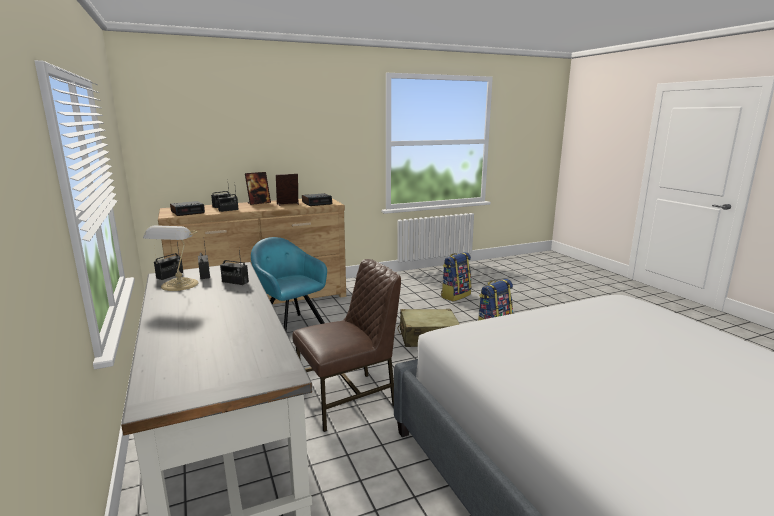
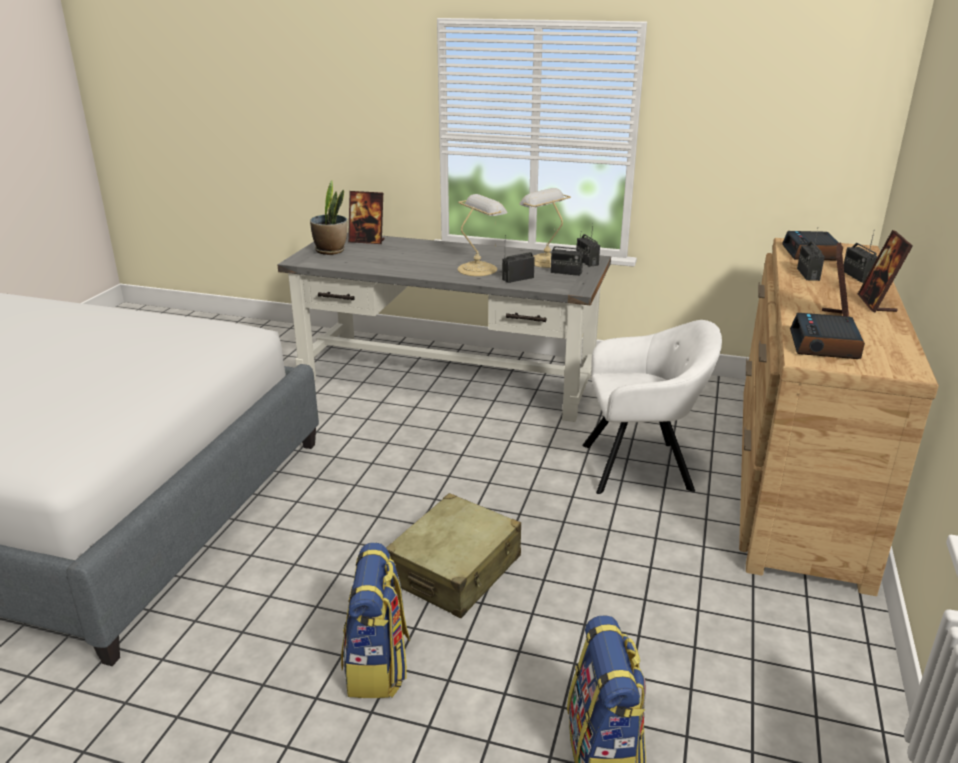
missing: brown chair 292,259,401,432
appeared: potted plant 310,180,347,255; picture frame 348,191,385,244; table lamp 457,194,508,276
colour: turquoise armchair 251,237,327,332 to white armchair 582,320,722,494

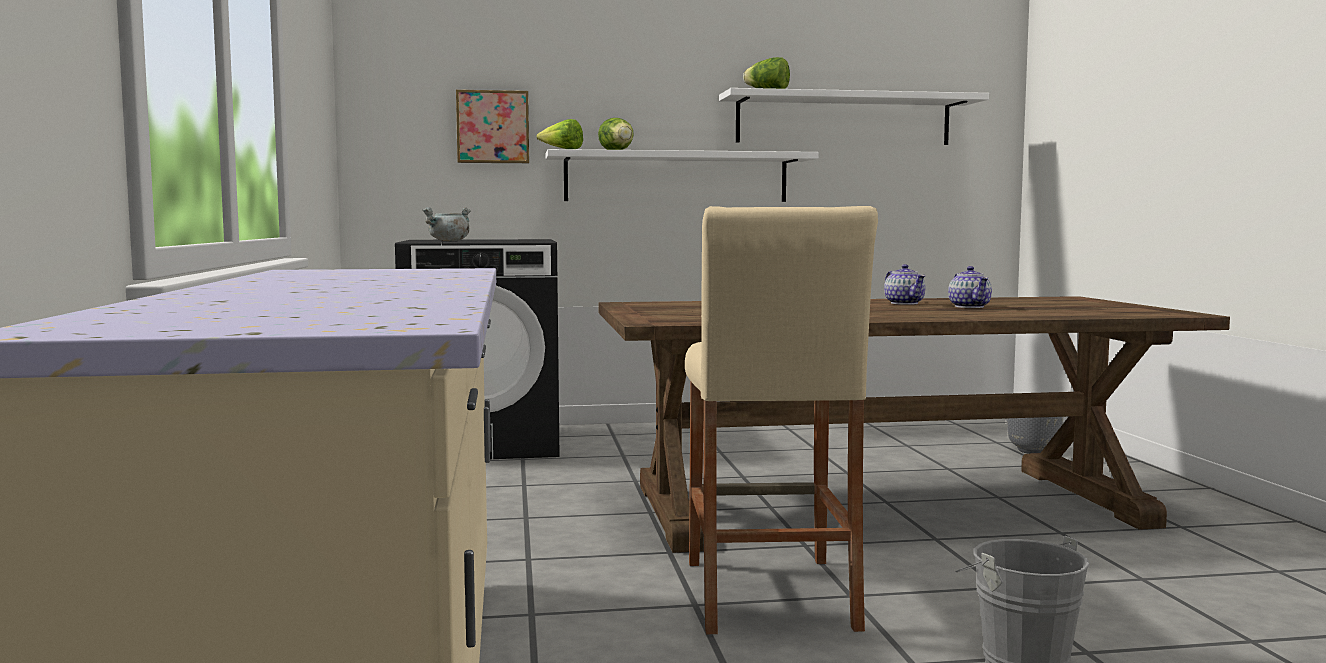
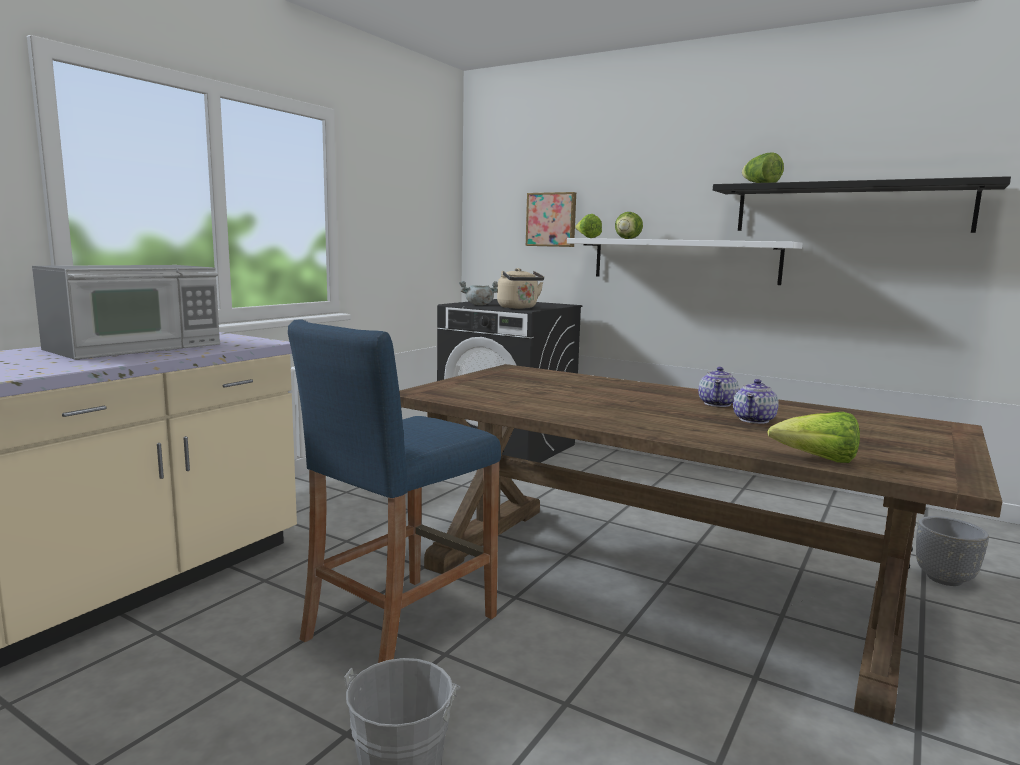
appeared: microwave 32,265,220,360; beige kettle 497,268,544,309; lettuce 767,412,860,463
colour: beige stool 685,206,878,634 to blue stool 288,319,501,663; white shelf 719,88,989,145 to black shelf 713,176,1011,233

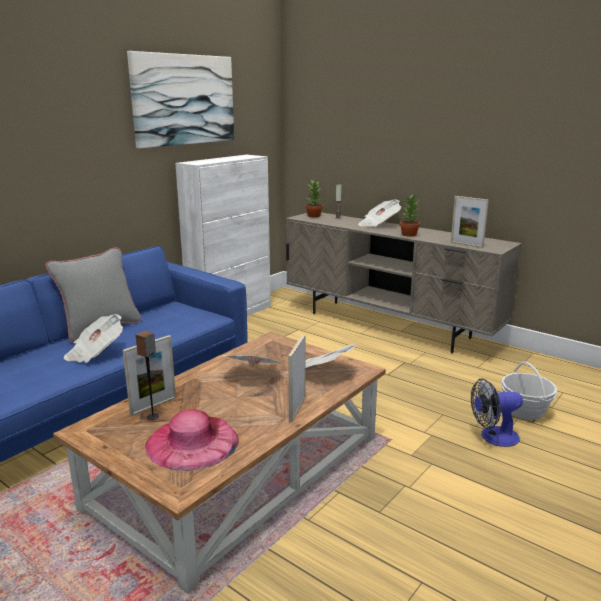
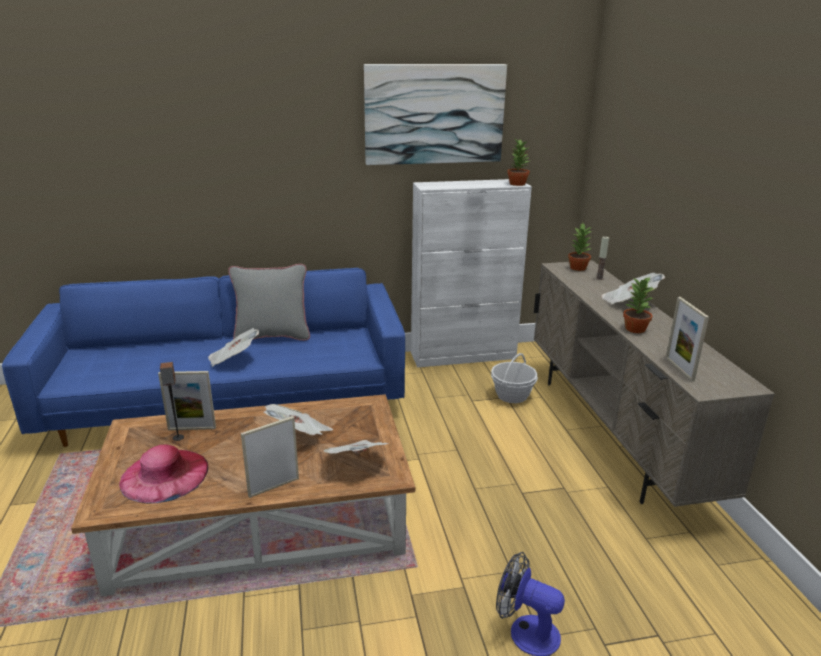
appeared: potted plant 507,138,530,186
relocated: basket 501,362,557,420 to 491,353,538,403

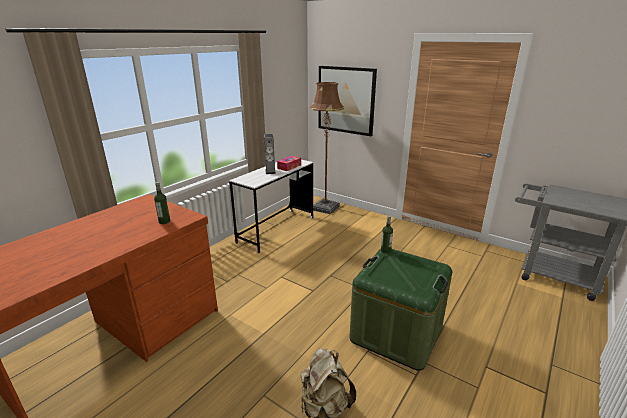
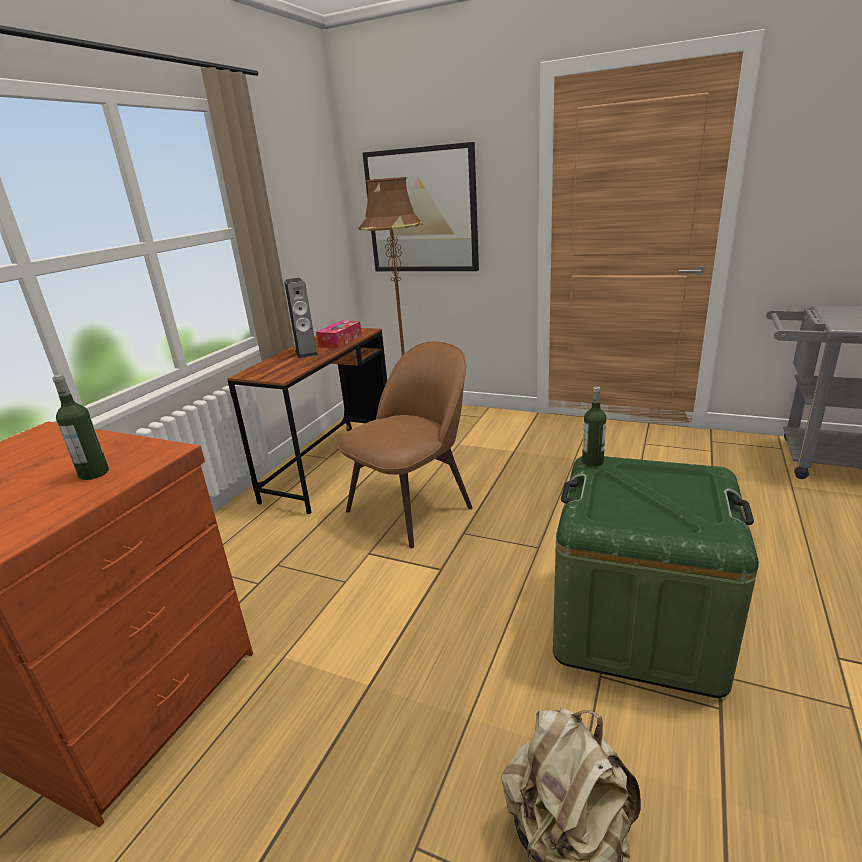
appeared: brown chair 338,341,473,548
colour: white desk 229,160,314,253 to brown desk 227,328,387,514

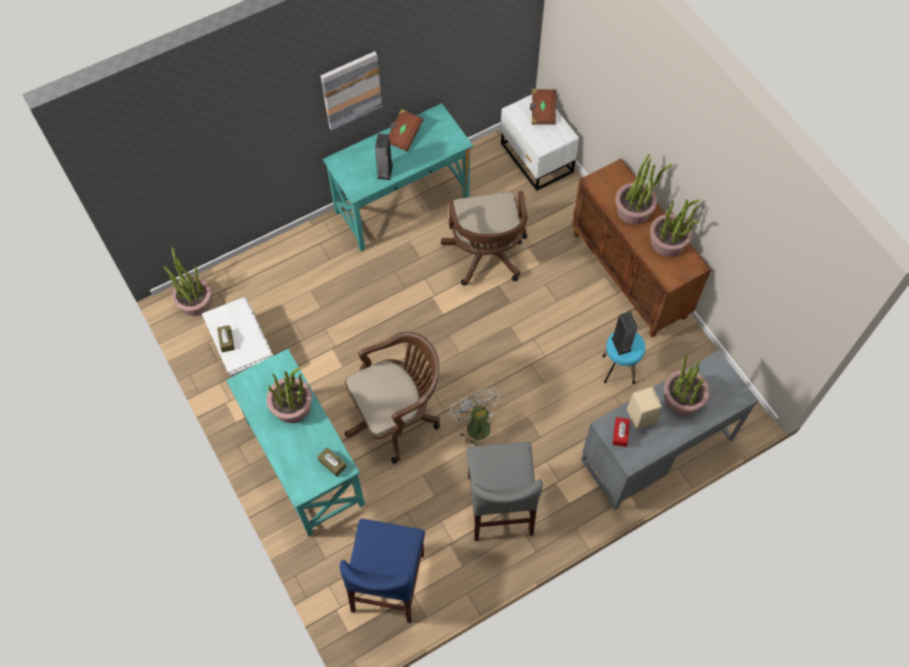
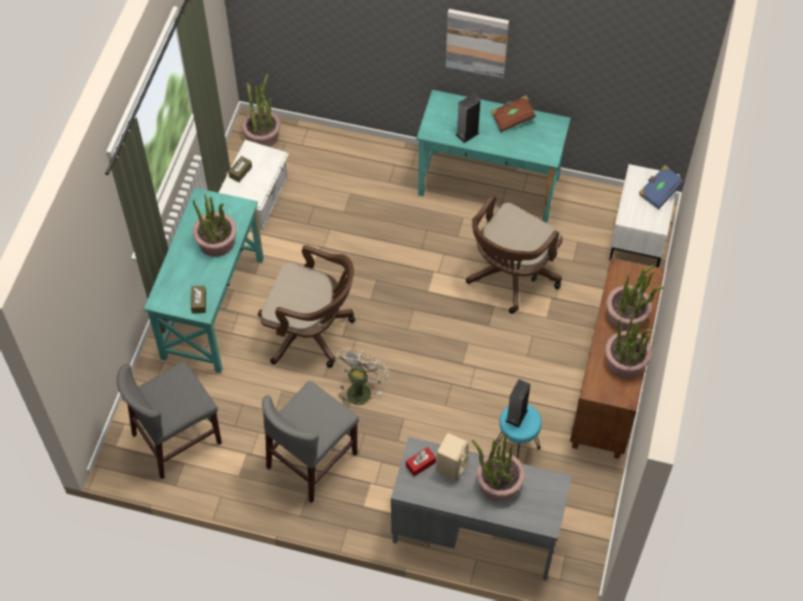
colour: blue chair 340,519,425,623 to grey chair 117,361,222,479; brown book 530,89,556,125 to blue book 638,165,685,209

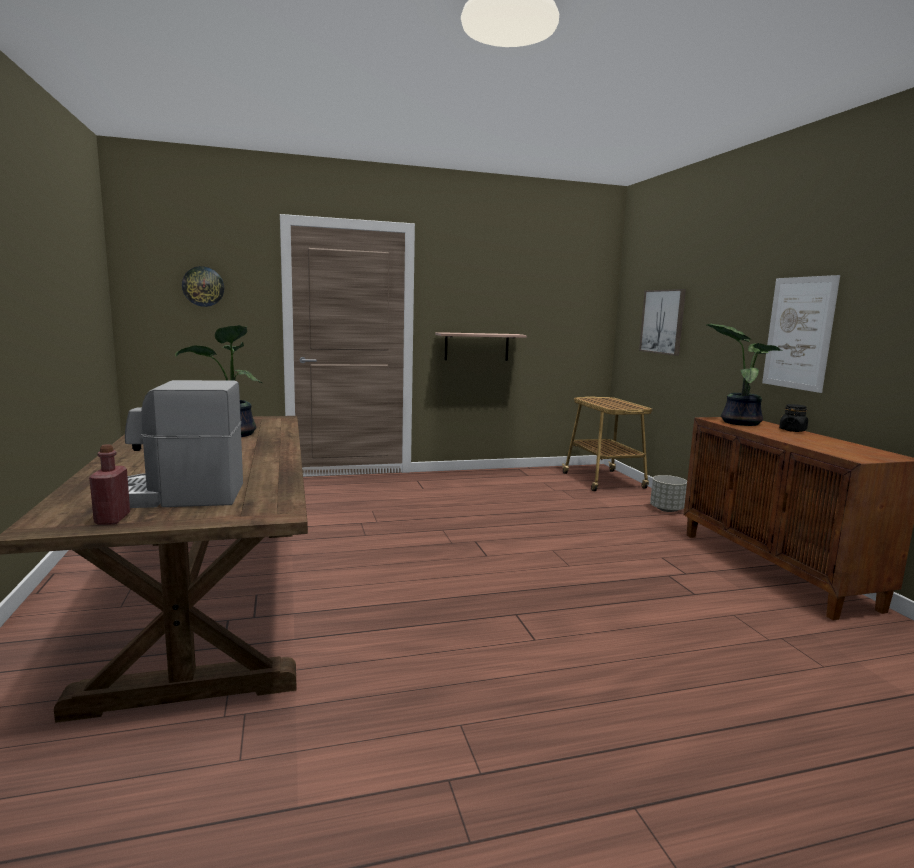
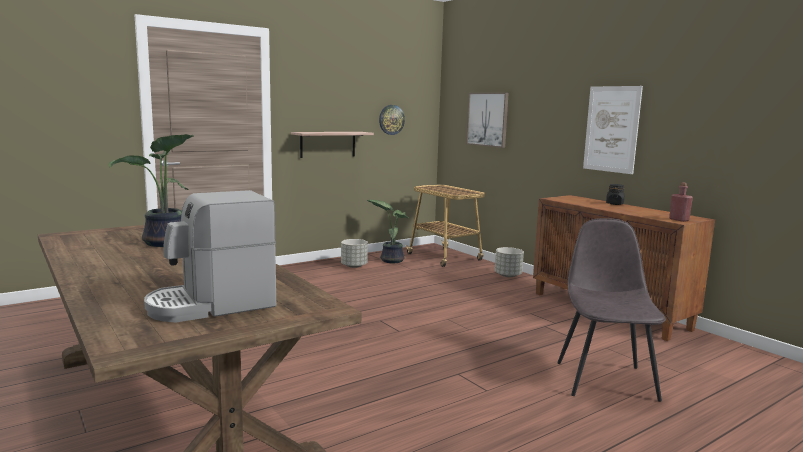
appeared: grey planter 341,239,368,268; grey chair 557,218,666,402
relocated: red bottle 89,444,130,525 to 669,183,693,222; wall clock 182,266,224,307 to 379,105,405,135; potted plant 706,324,781,426 to 367,200,409,263

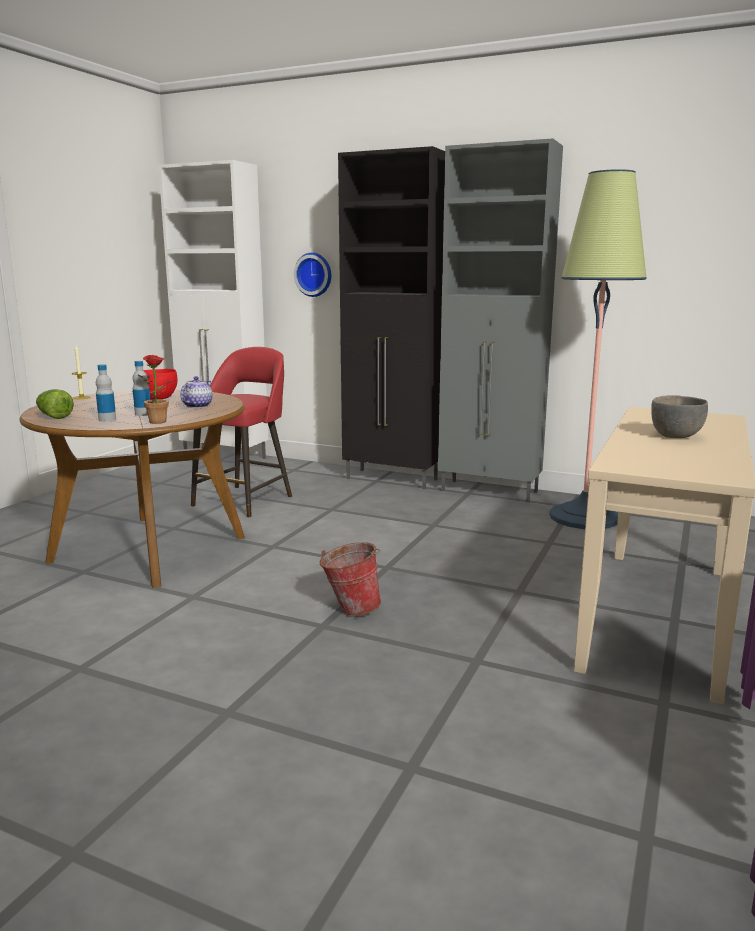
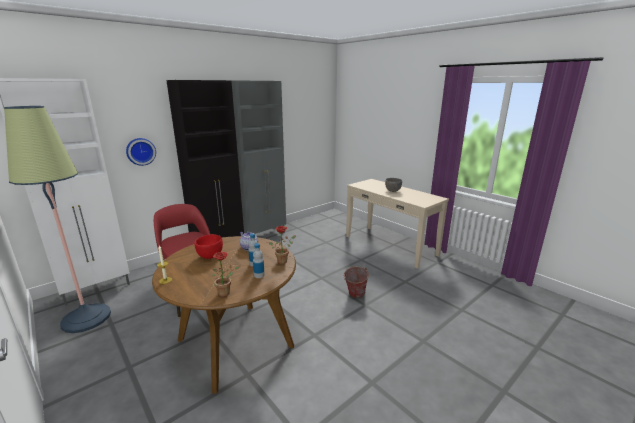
relocated: floor lamp 549,169,647,529 to 4,106,111,333
exchanged: lettuce 36,389,74,419 to potted plant 212,252,240,297

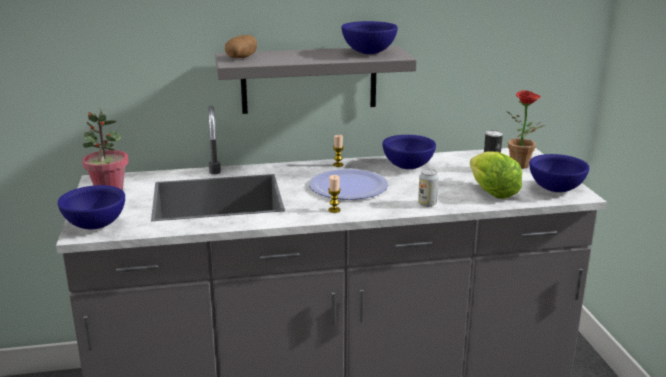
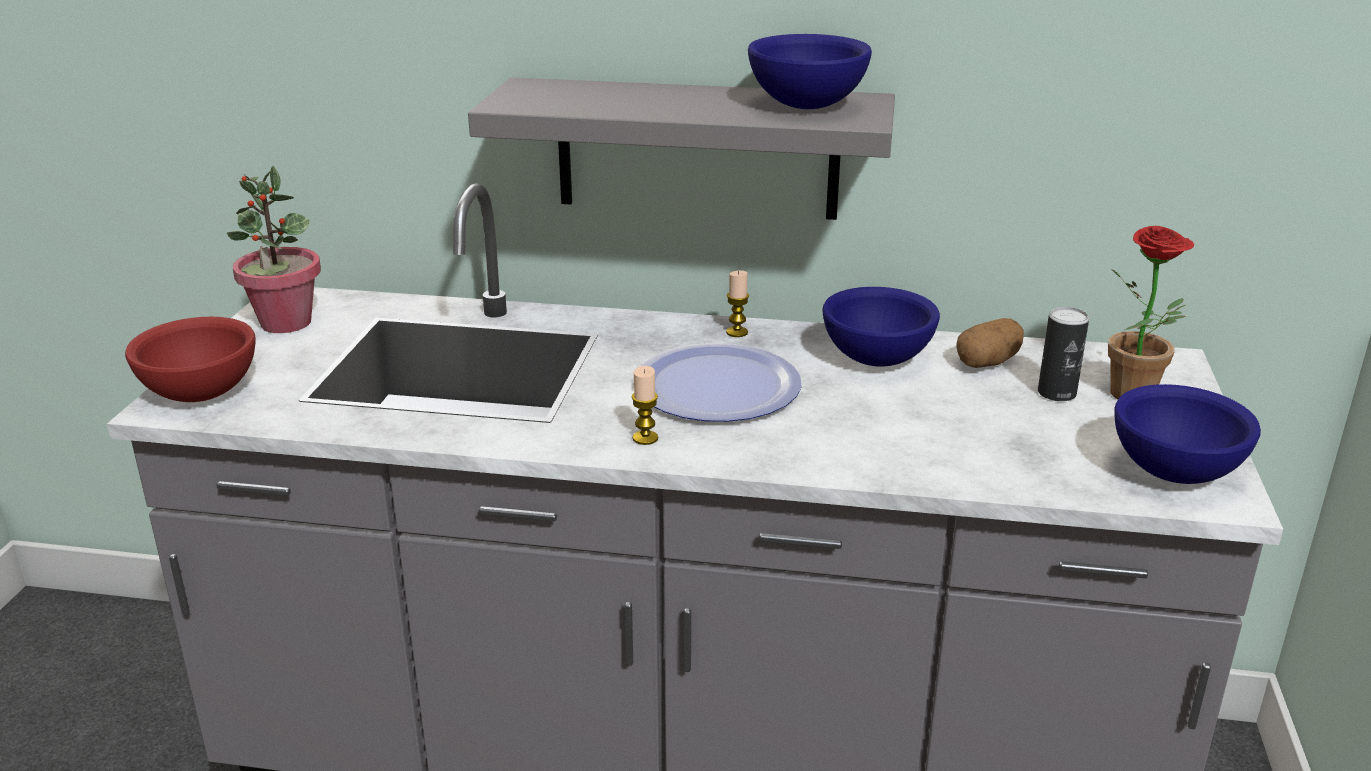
missing: can 418,169,439,207; lettuce 470,152,522,199
relocated: potato 225,35,257,58 to 956,318,1024,368
colour: blue bowl 58,185,125,229 to red bowl 125,317,256,402

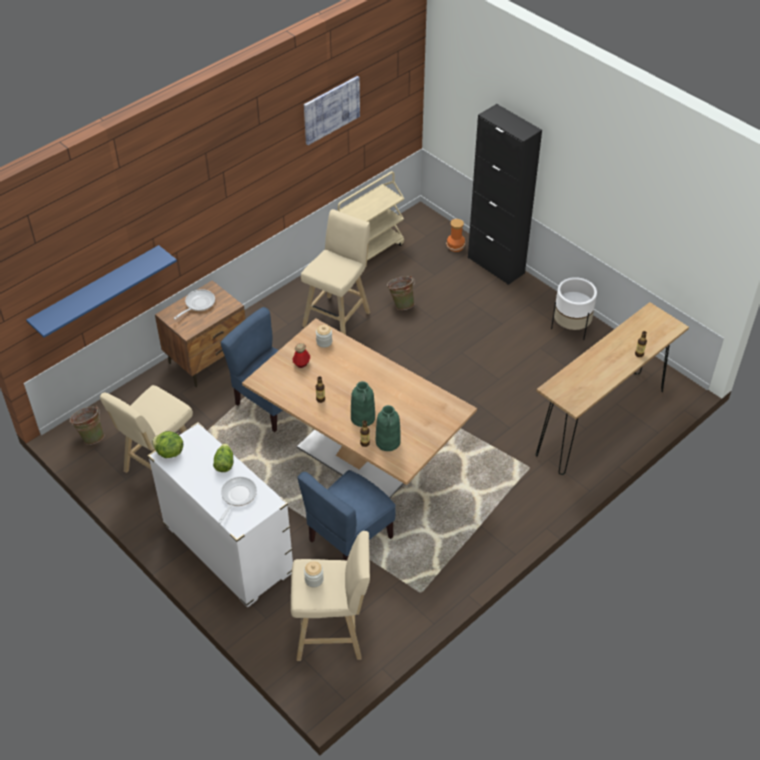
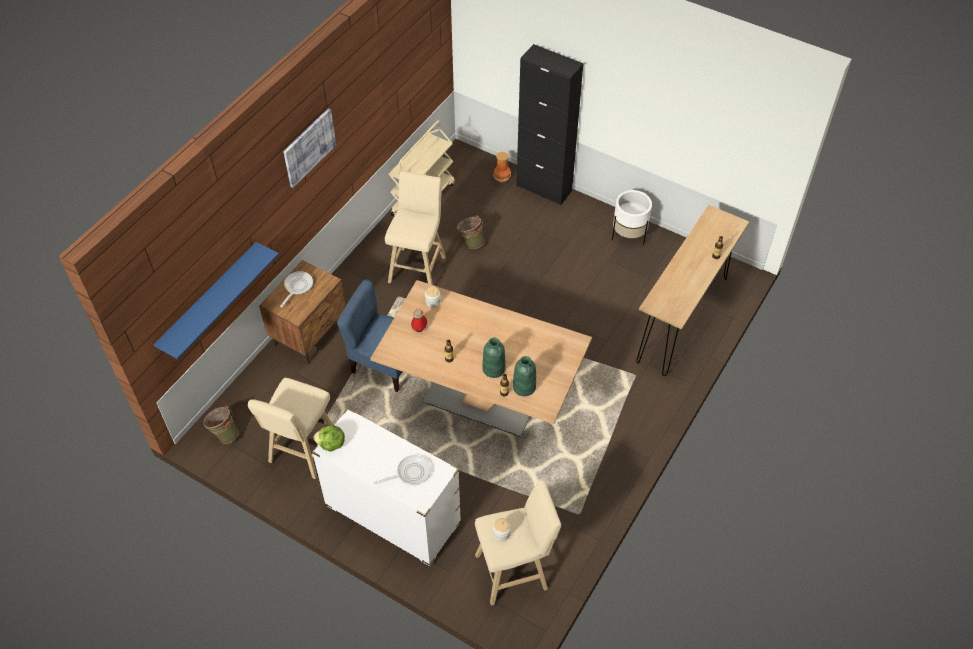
missing: lettuce 213,443,233,472; blue chair 297,470,396,561
relocated: picture 304,76,360,145 to 283,108,336,188
spun: frying pan 218,477,257,524 = 374,455,431,485 60 degrees clockwise

